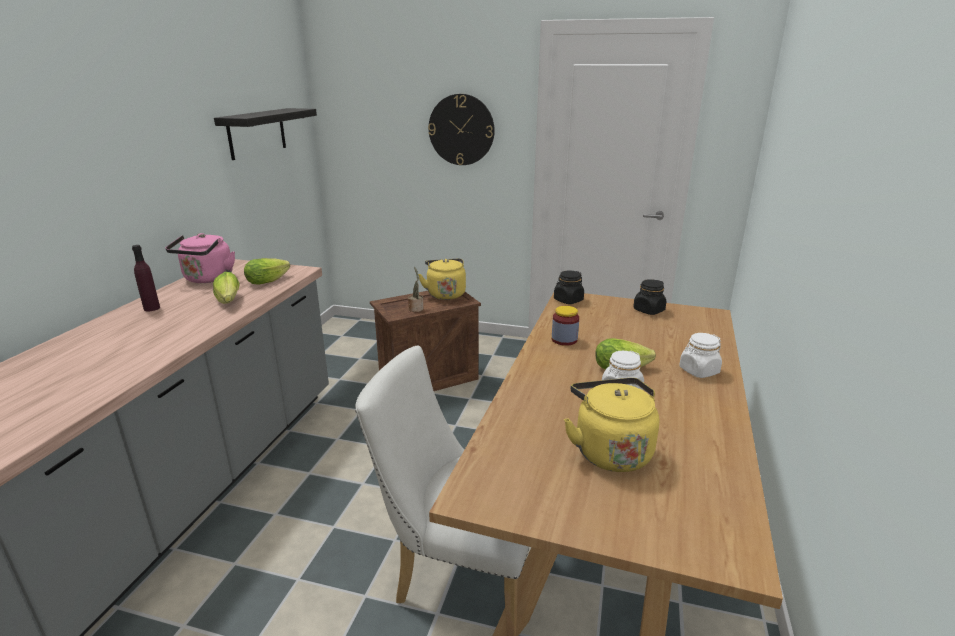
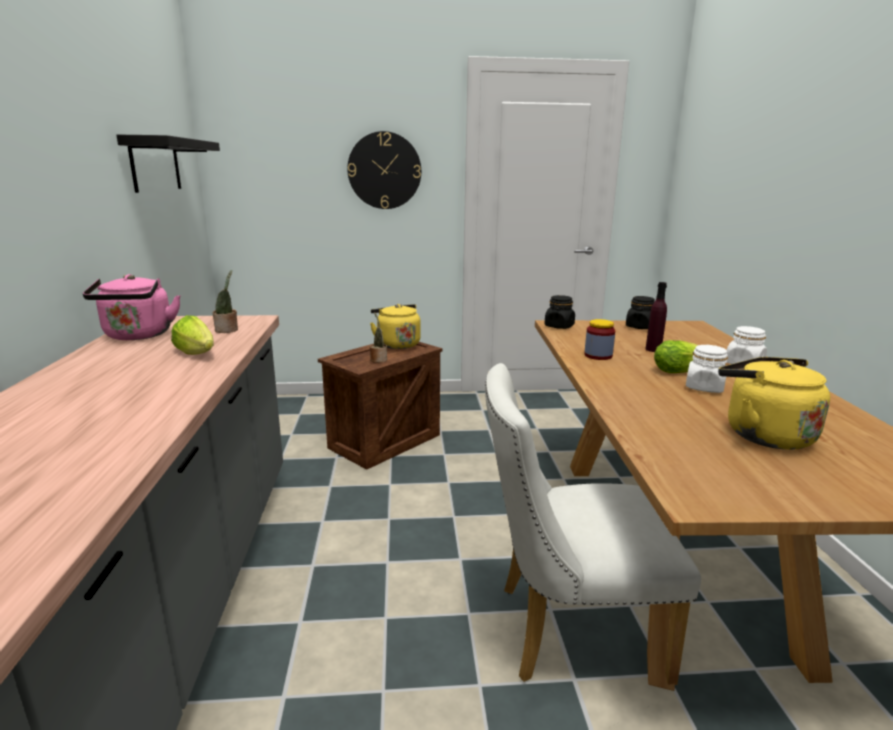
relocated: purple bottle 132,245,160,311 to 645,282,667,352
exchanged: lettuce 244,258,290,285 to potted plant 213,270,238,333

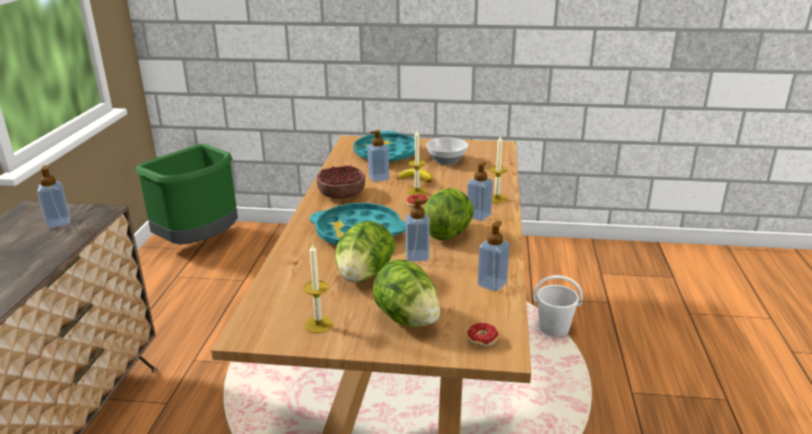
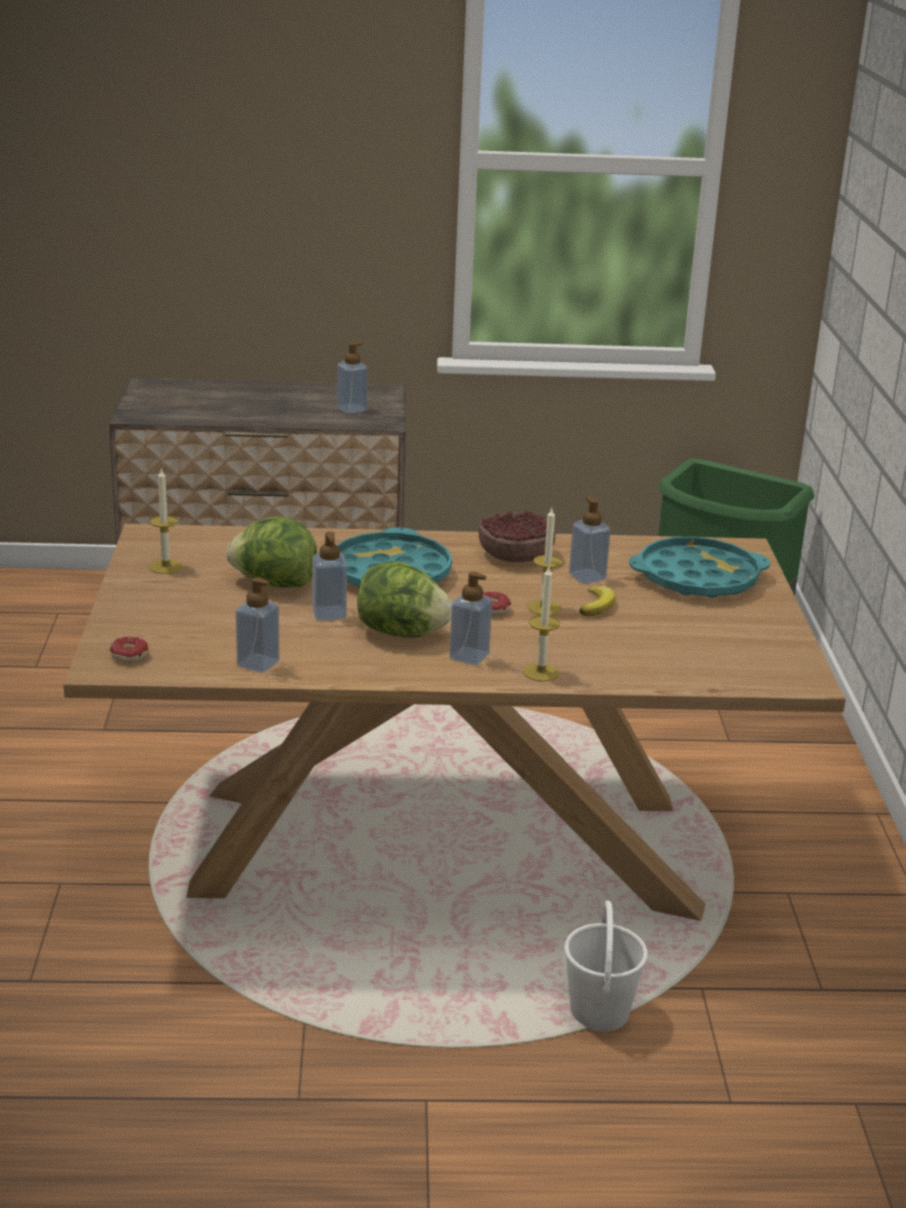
missing: lettuce 373,260,440,327; bowl 426,137,468,165

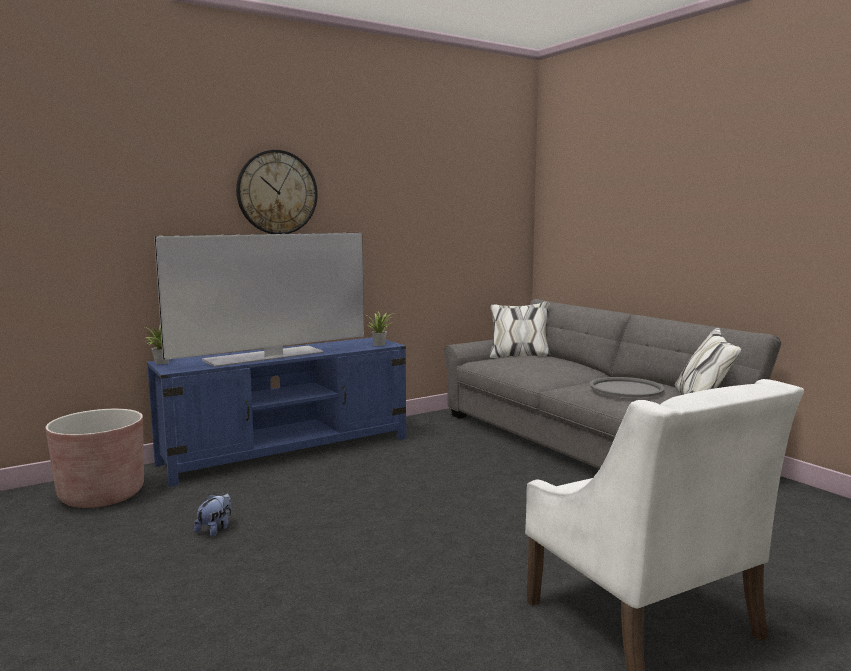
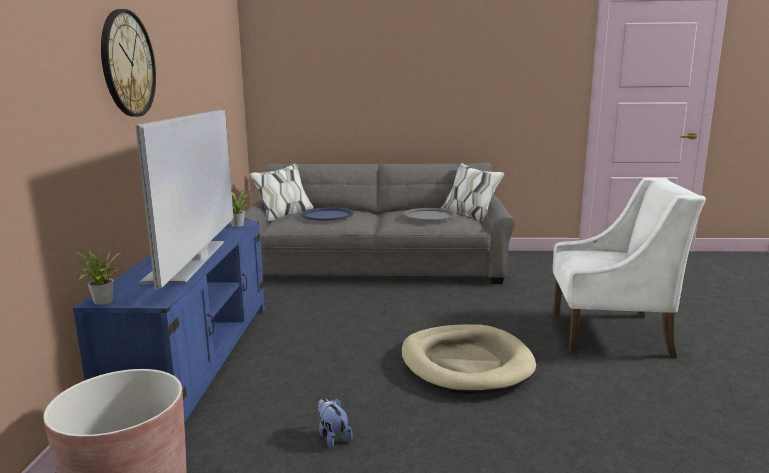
appeared: blue tray 301,207,354,221; beige dog bed 402,324,536,394

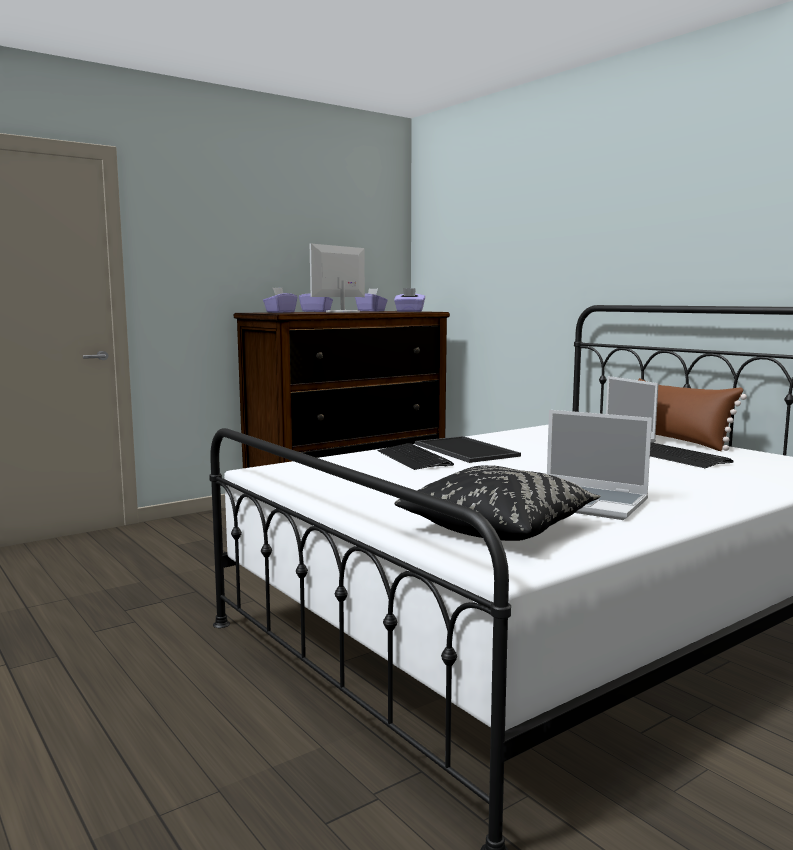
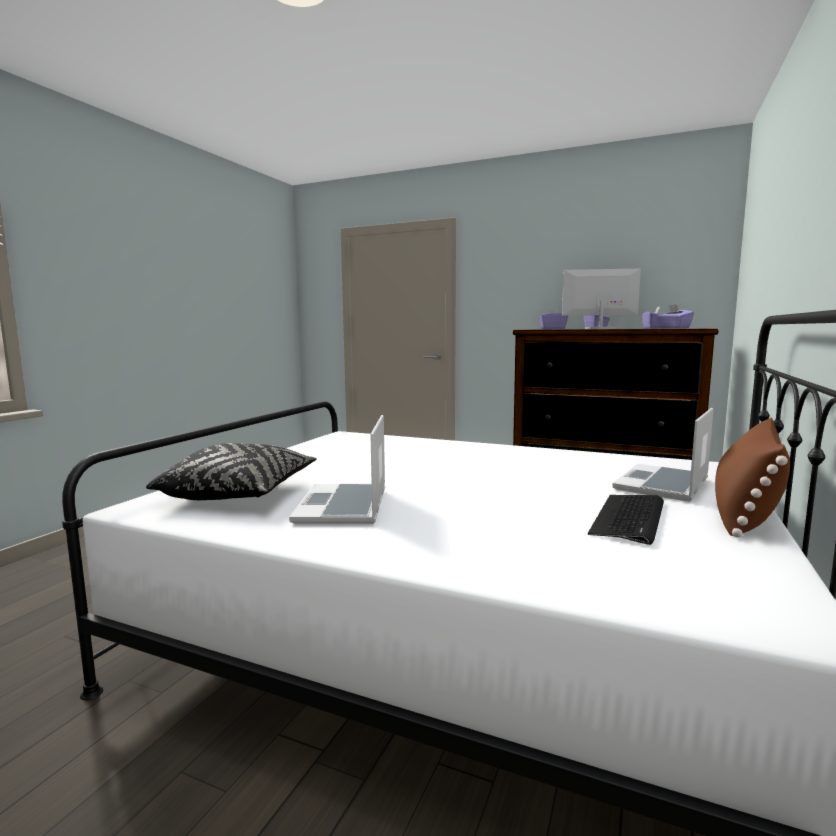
missing: keyboard 378,443,454,470; tray 415,436,521,463

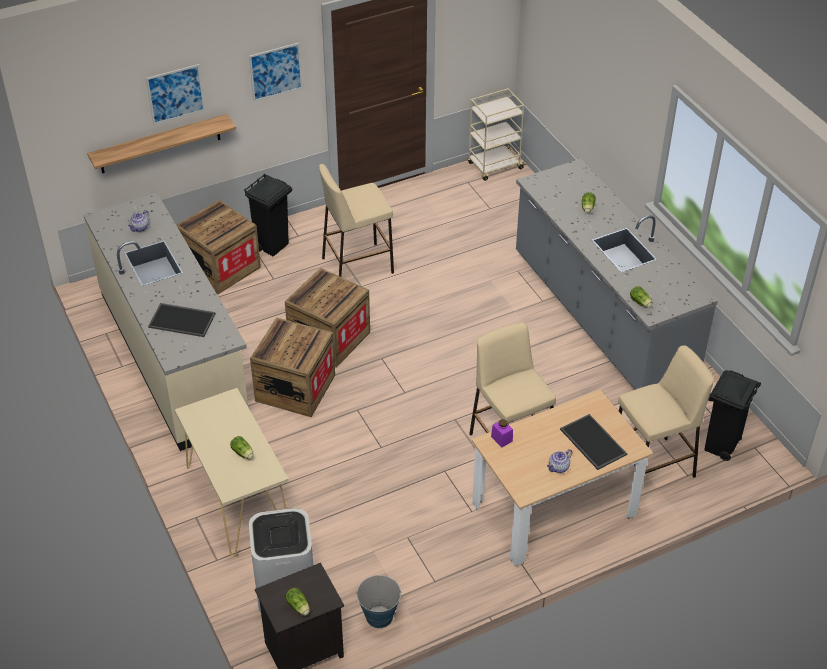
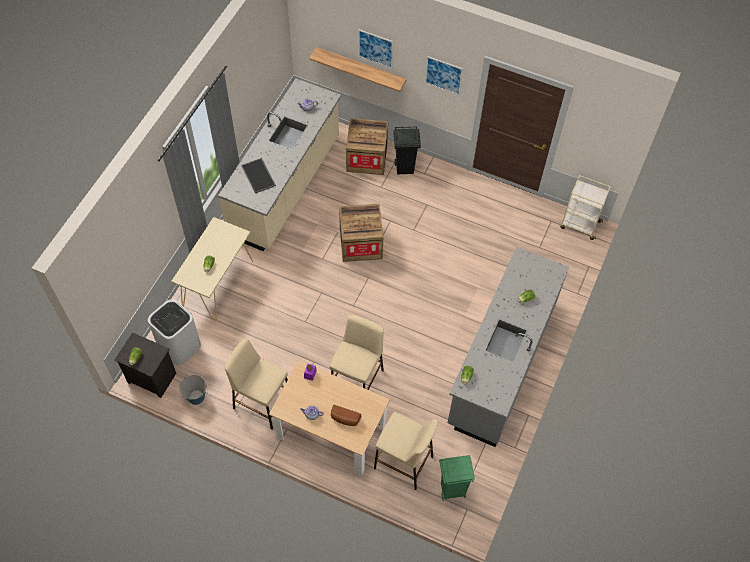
missing: crate 250,317,335,417
relocated: beige stool 319,164,394,277 to 225,339,288,429
exchanged: tray 560,414,627,470 to bread 331,405,361,426
colour: black trash can 704,370,761,461 to green trash can 439,455,475,501

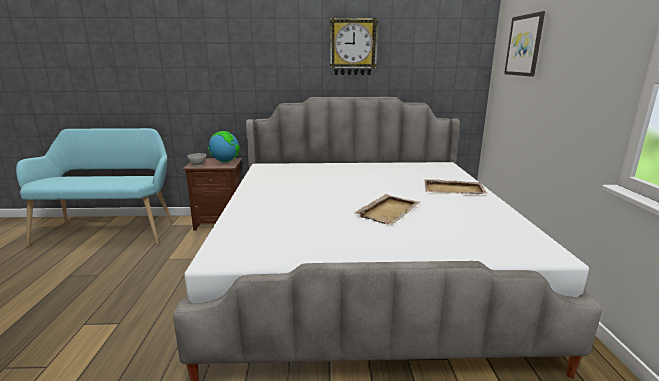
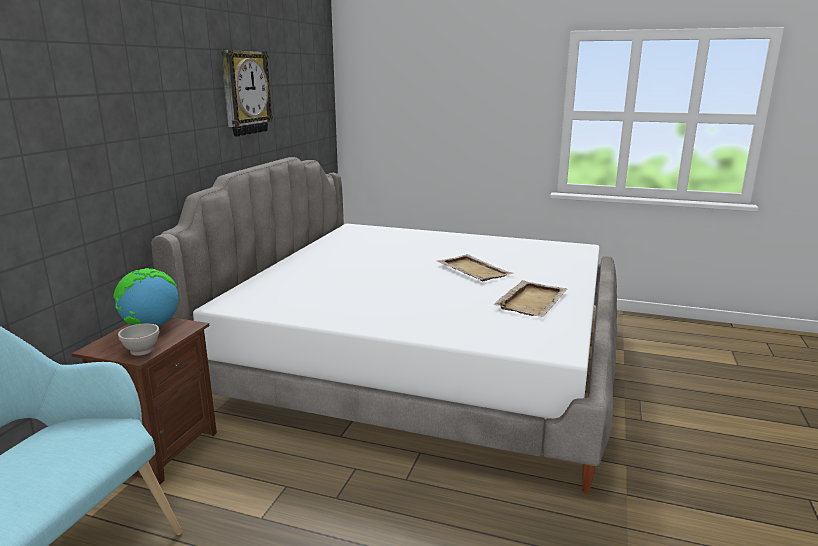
missing: picture 504,11,545,77
relocated: beige tray 424,179,488,194 to 494,280,567,317

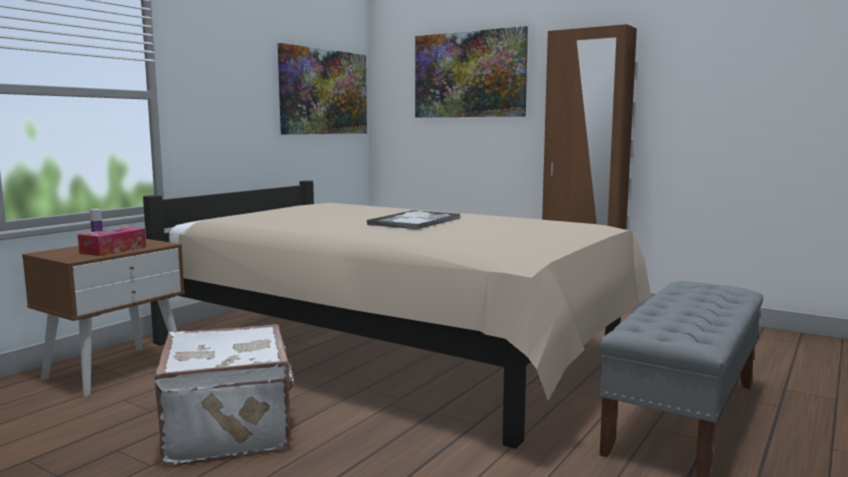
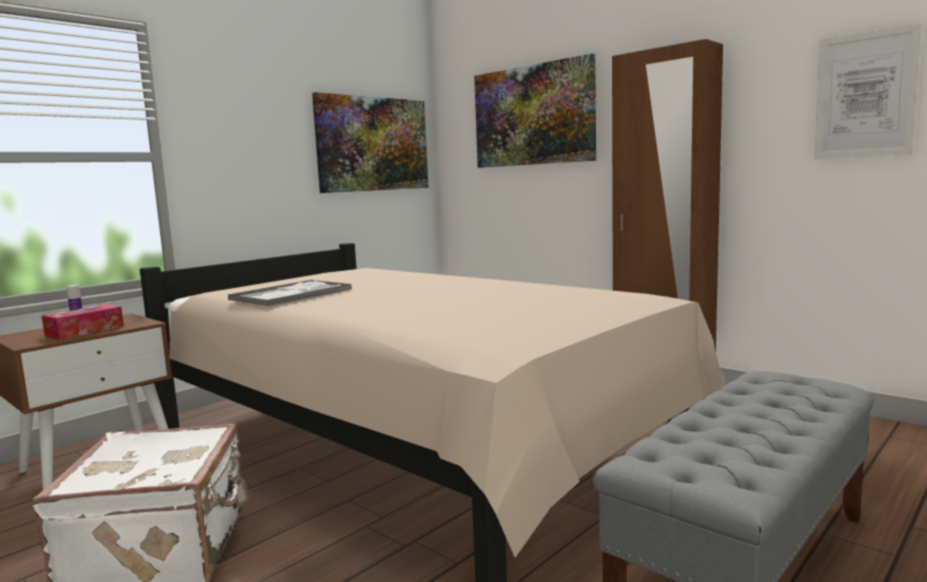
appeared: picture 814,23,921,159
relocated: tray 367,210,460,229 to 228,280,352,306

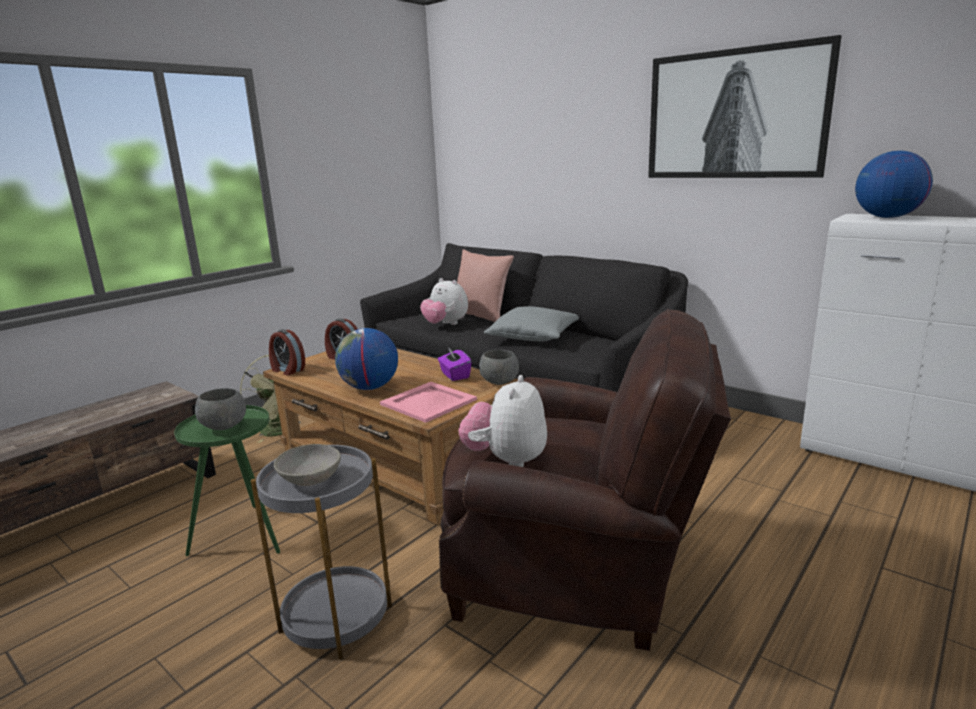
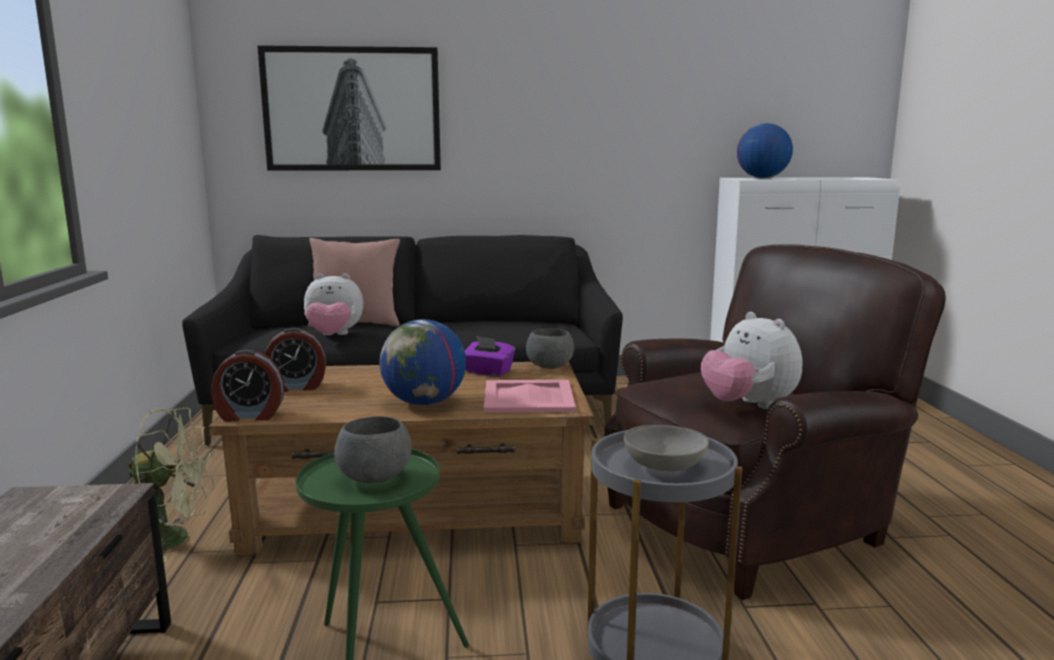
missing: grey pillow 484,306,579,341
relocated: picture 648,35,842,178 to 257,45,441,171

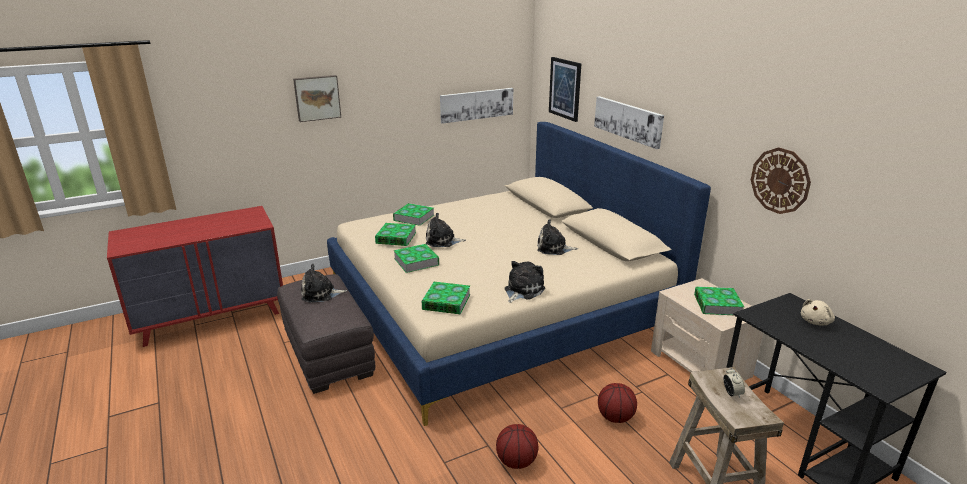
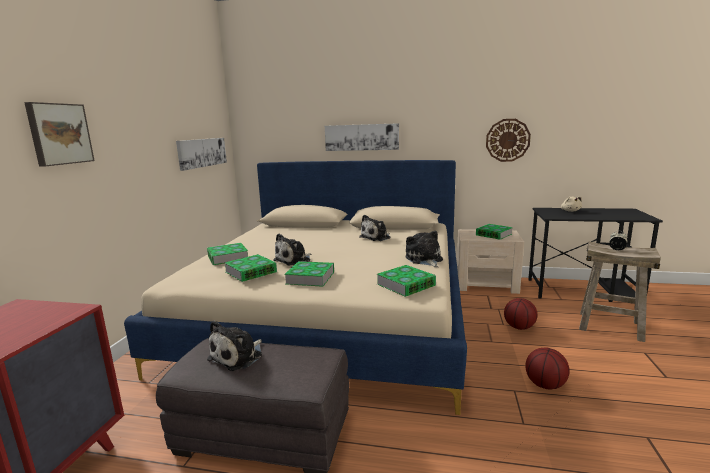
missing: picture 549,57,582,122

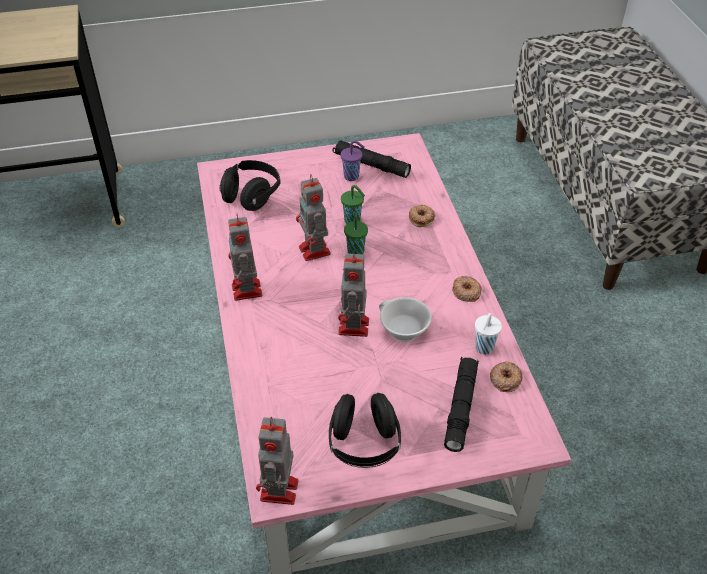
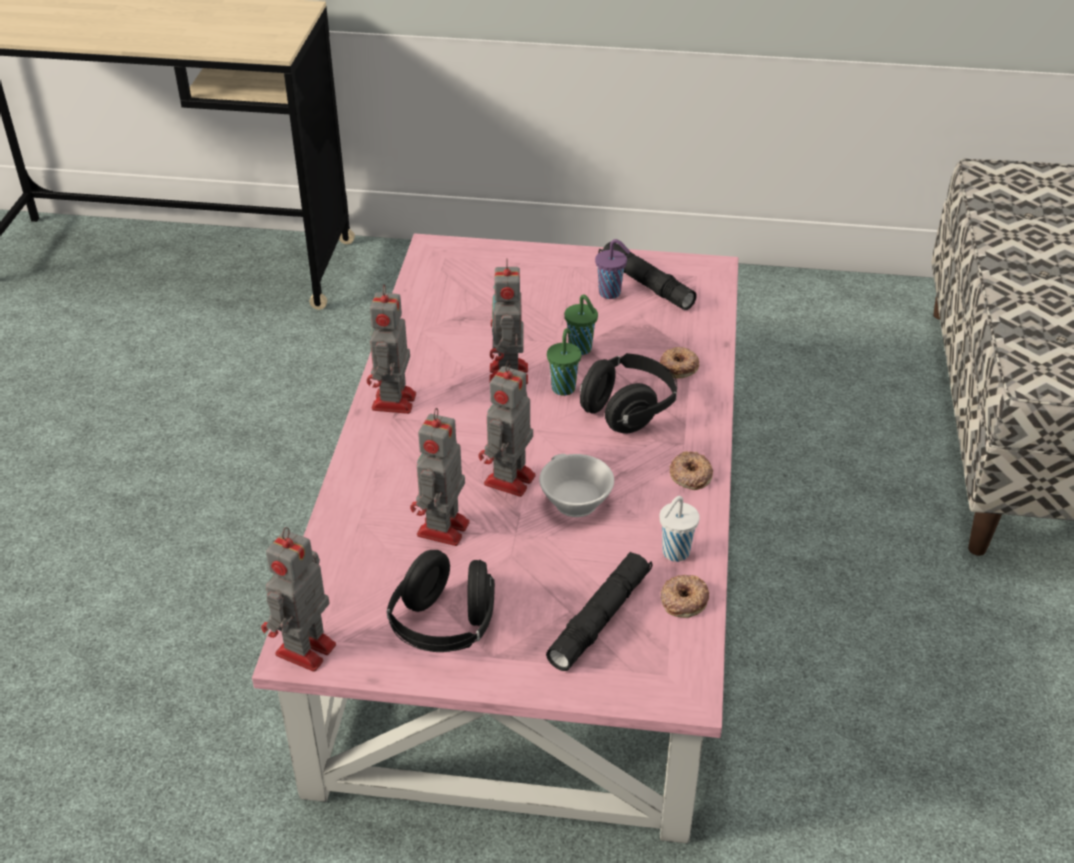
appeared: toy robot 410,408,470,546
relocated: black headphones 219,160,281,211 to 580,353,677,434

